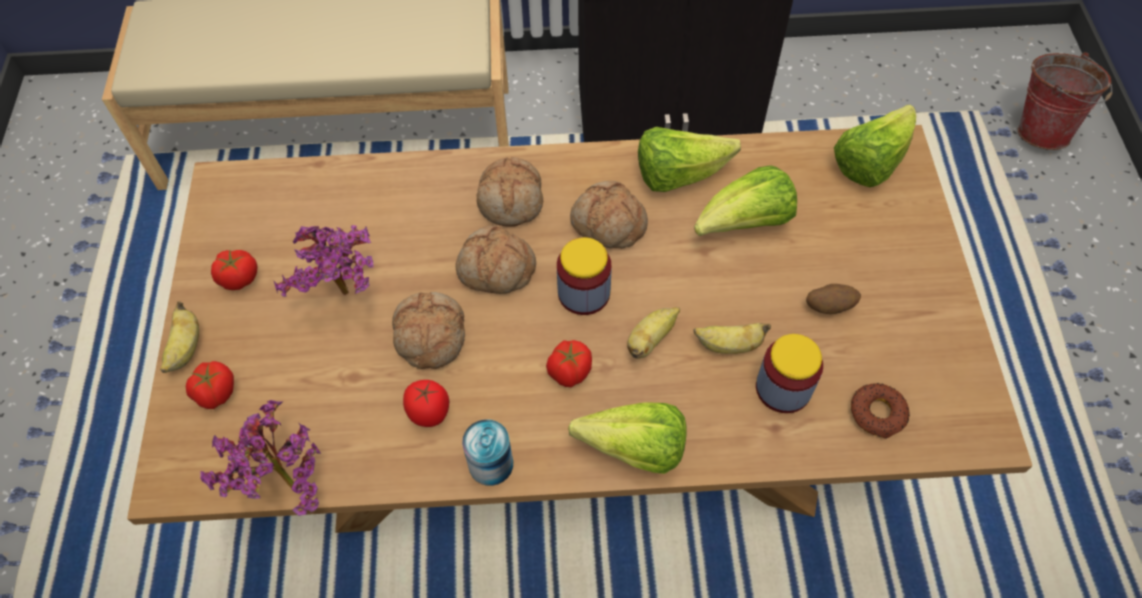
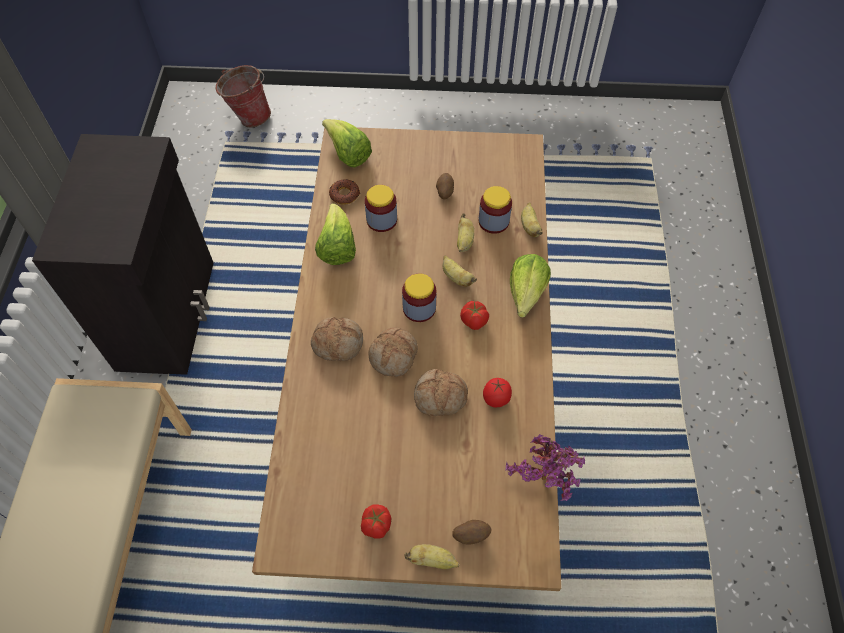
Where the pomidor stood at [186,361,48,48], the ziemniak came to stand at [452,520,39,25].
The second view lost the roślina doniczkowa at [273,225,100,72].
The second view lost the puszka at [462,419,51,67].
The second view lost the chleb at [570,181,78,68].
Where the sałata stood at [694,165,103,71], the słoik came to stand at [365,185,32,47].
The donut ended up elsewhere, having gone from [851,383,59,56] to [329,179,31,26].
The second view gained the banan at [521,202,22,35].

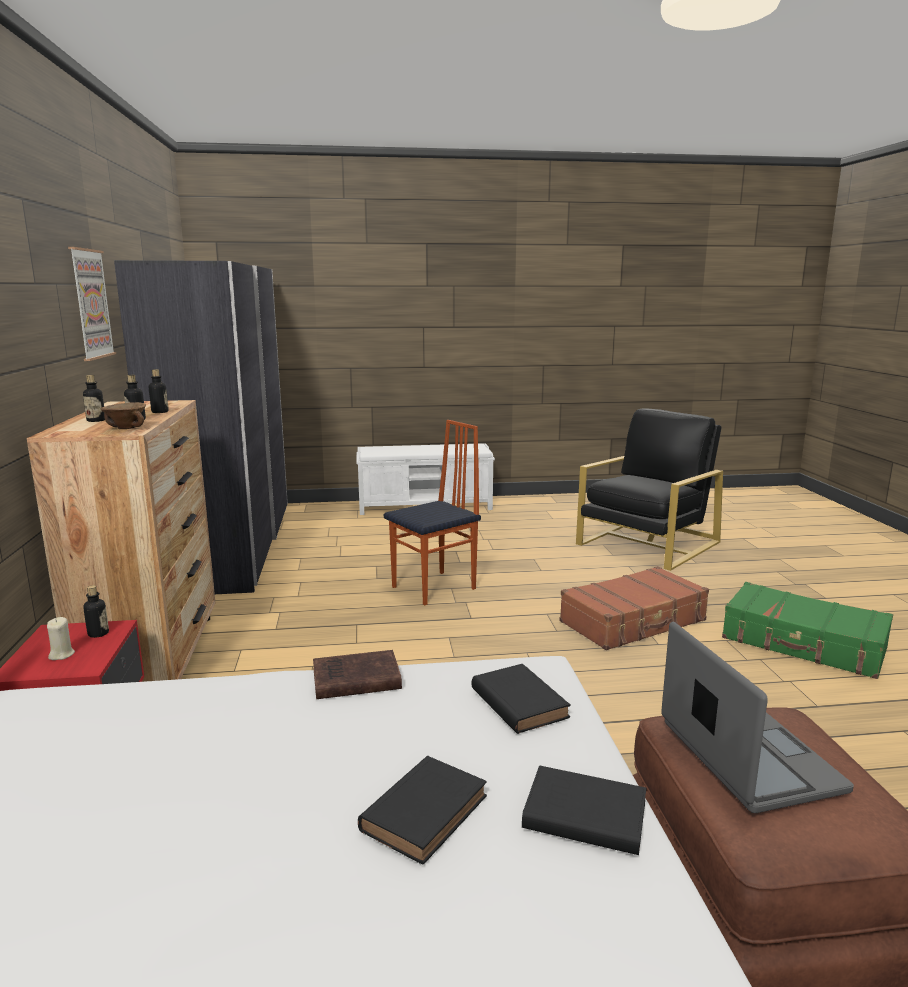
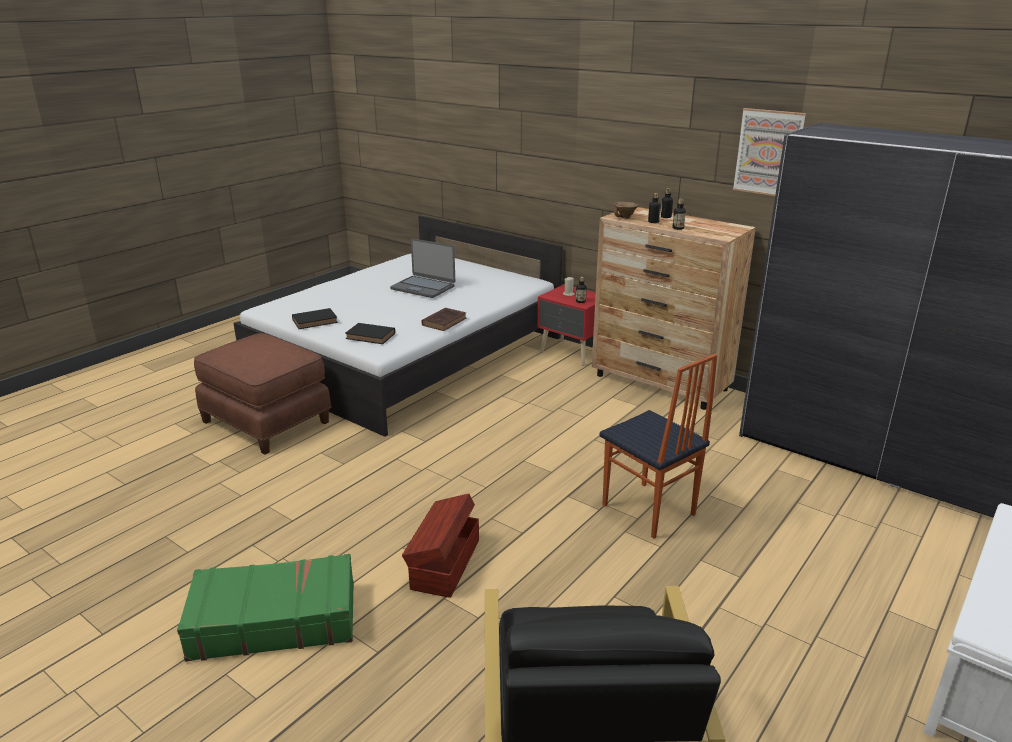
The second view lost the książka/czarny at [358,756,129,109].
The krzesło at [384,420,97,185] ended up facing another way, 45 degrees counterclockwise from before.
Where the walizka/brązowy stood at [559,566,150,84], the pojemnik do przechowywania/brązowy came to stand at [402,494,77,104].
The laptop ended up elsewhere, having gone from [661,622,193,191] to [390,238,65,60].

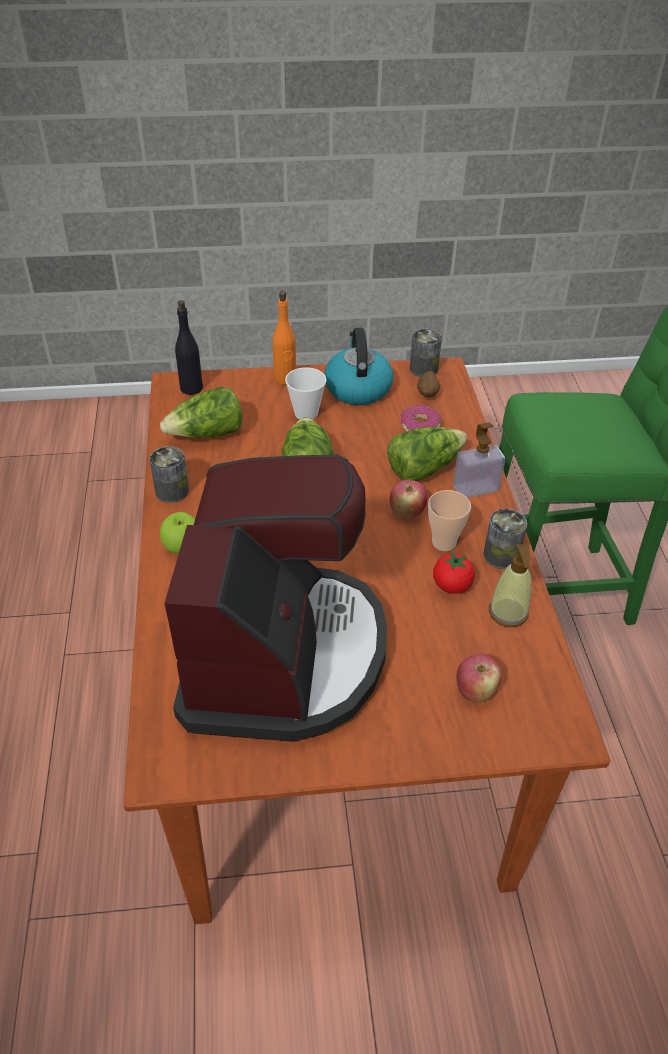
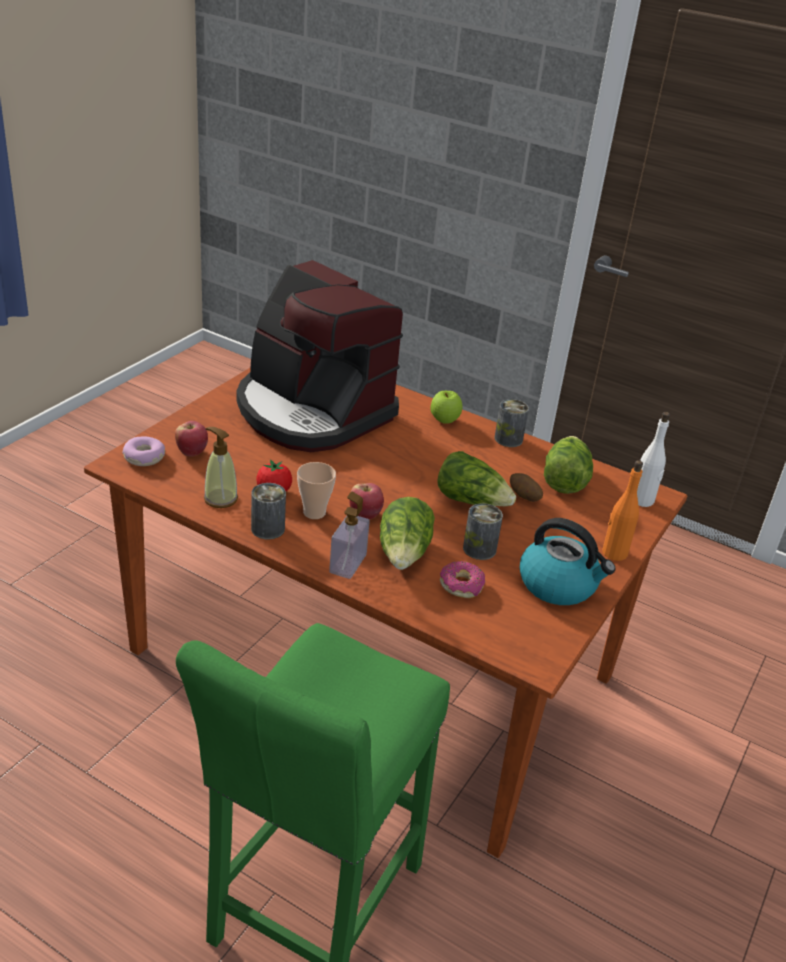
What was the butelka/czarny at [175,300,28,95] turned into the butelka/biały at [637,412,33,95].
The second view lost the filiżanka at [285,367,41,53].
The puszka ended up elsewhere, having gone from [410,328,32,49] to [463,503,40,57].
The ziemniak ended up elsewhere, having gone from [417,371,23,26] to [510,473,33,29].
The second view gained the donut at [122,437,43,29].

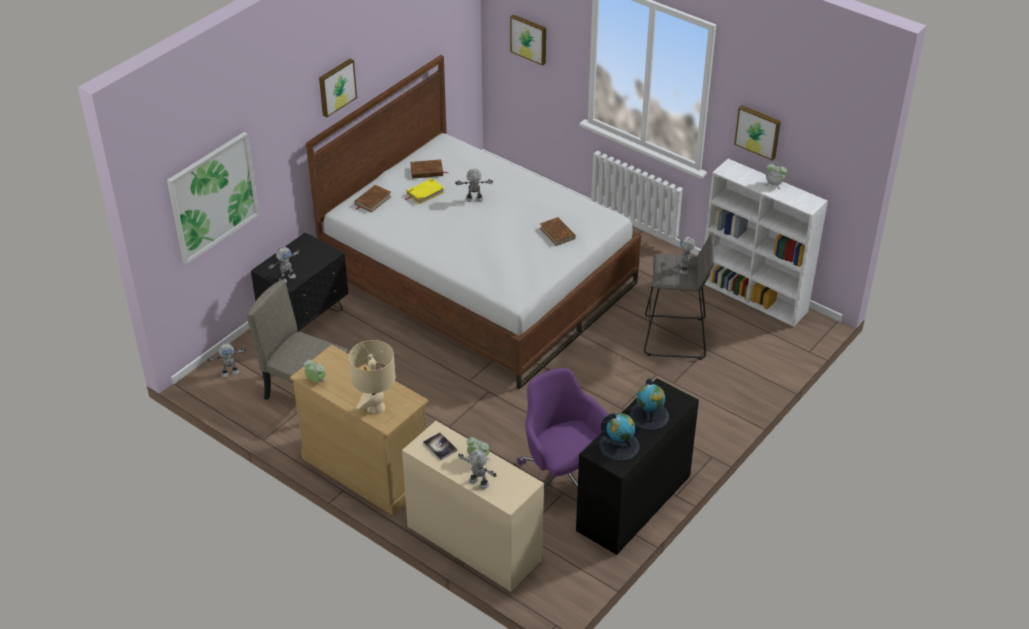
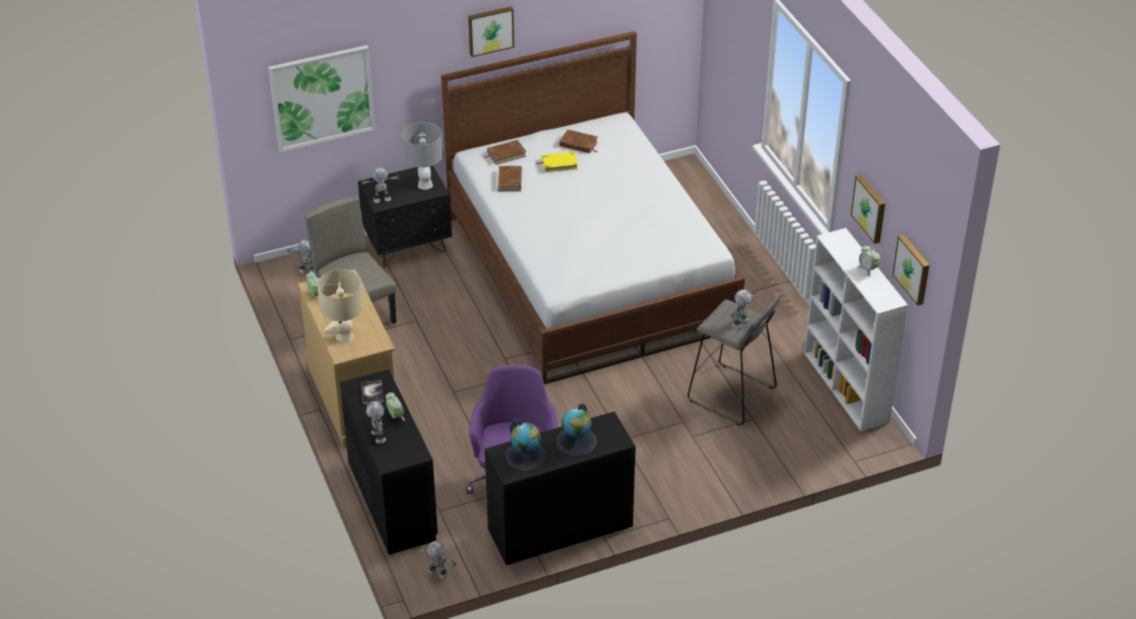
What was the biurko/beżowy at [402,421,142,171] turned into the biurko/czarny at [340,369,98,186].
The robot zabawkowy ended up elsewhere, having gone from [455,169,38,33] to [415,541,42,38].
The obraz ended up elsewhere, having gone from [510,14,36,52] to [892,234,37,72].
The książka/brązowy ended up elsewhere, having gone from [540,217,36,29] to [498,166,24,25].
The second view gained the lampa stołowa/szary at [403,122,40,68].

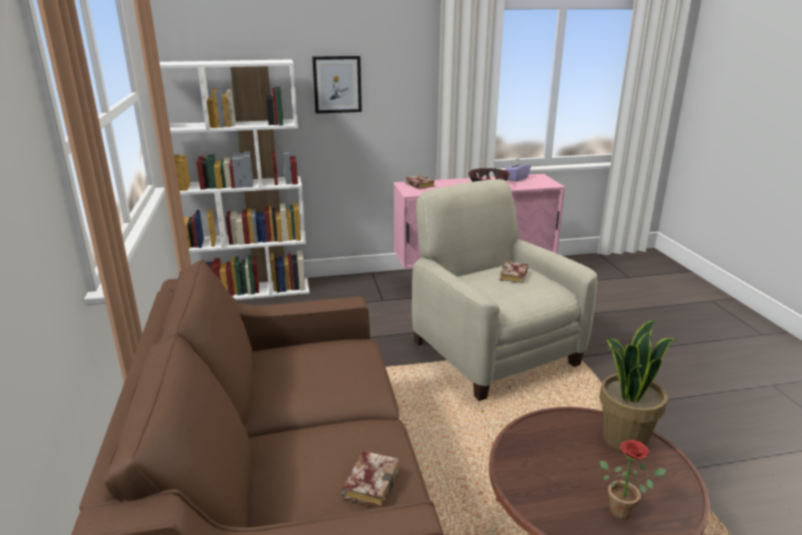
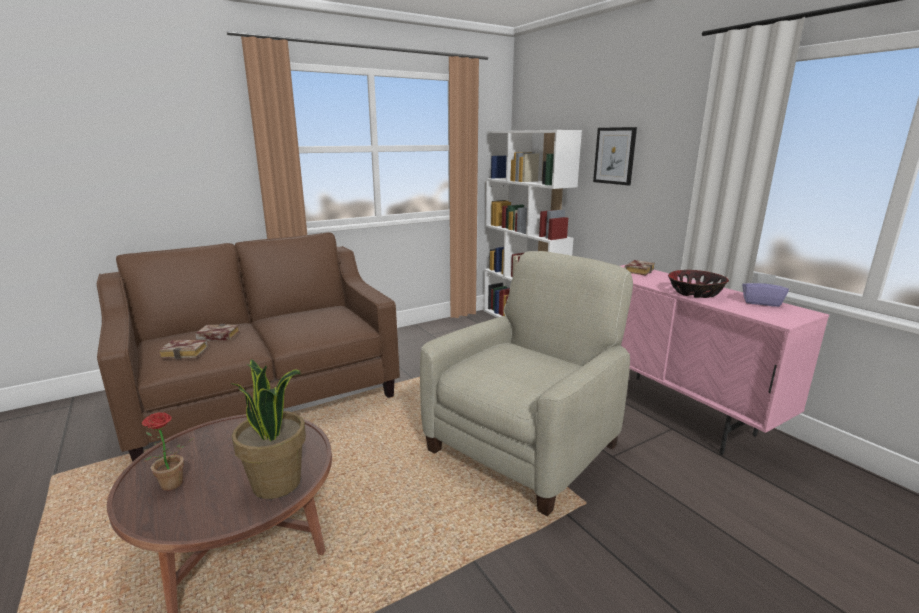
The książka ended up elsewhere, having gone from [500,261,28,22] to [195,324,45,17].

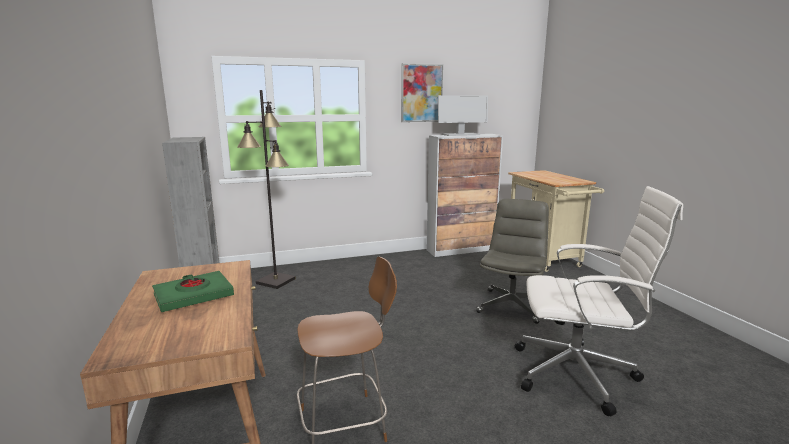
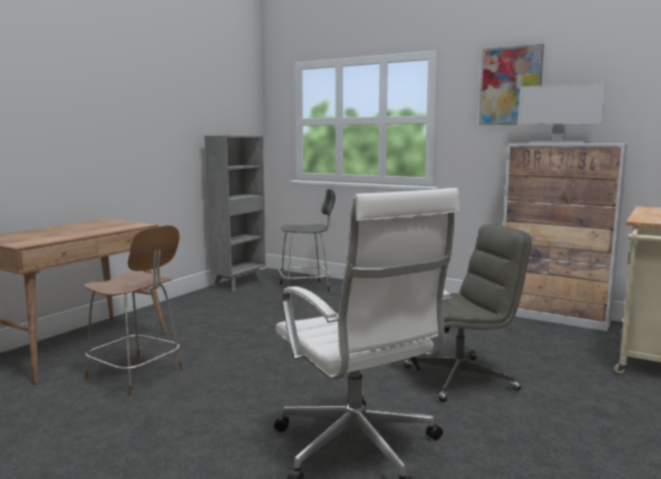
The second view lost the książka/zielony at [152,271,82,41].
Where the lampa stojąca/czarny stood at [237,90,59,199], the krzesło/czarny came to stand at [279,189,56,103].

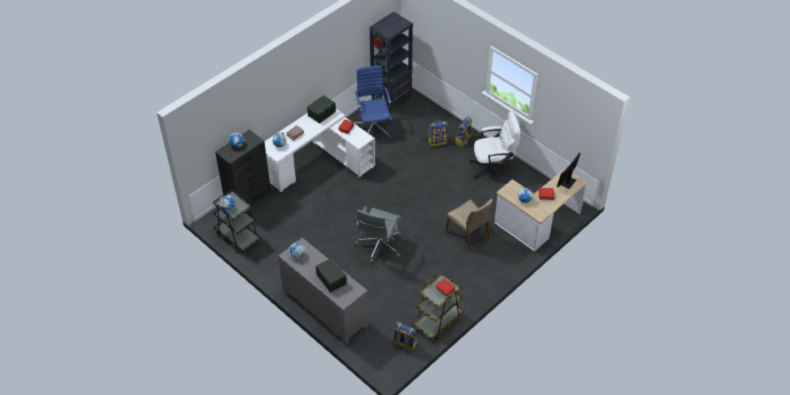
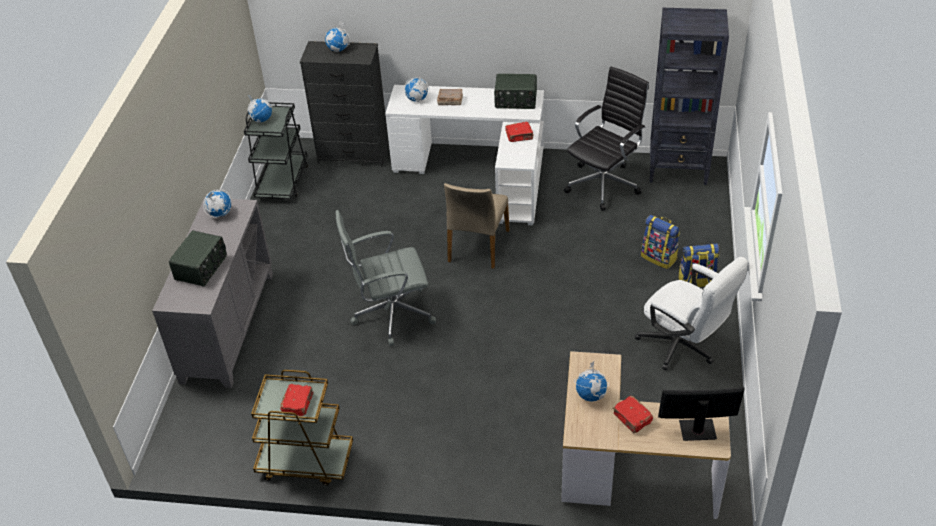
What was the krzesło biurowe/niebieski at [354,66,40,74] turned into the krzesło biurowe/czarny at [564,67,85,144].
The second view lost the plecak at [394,322,23,29].
The krzesło/beżowy ended up elsewhere, having gone from [446,199,47,52] to [444,183,65,86].

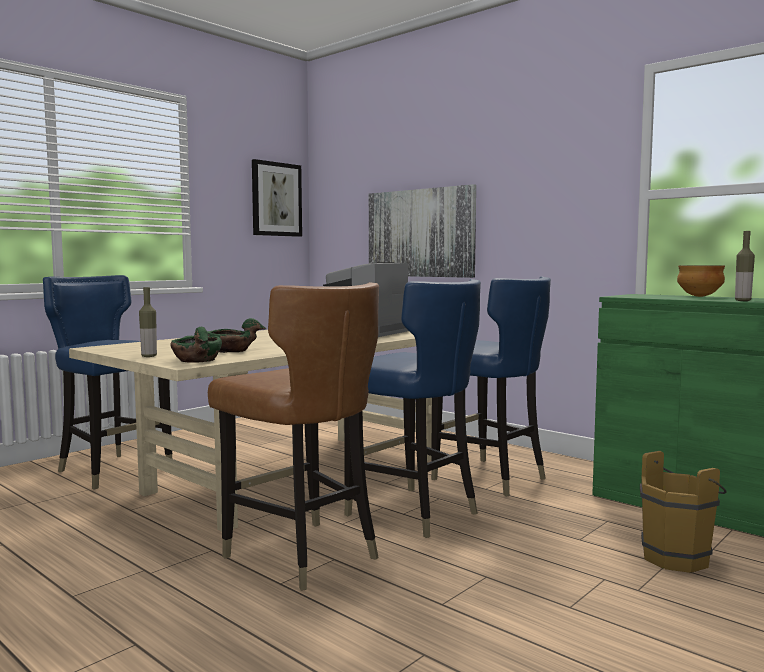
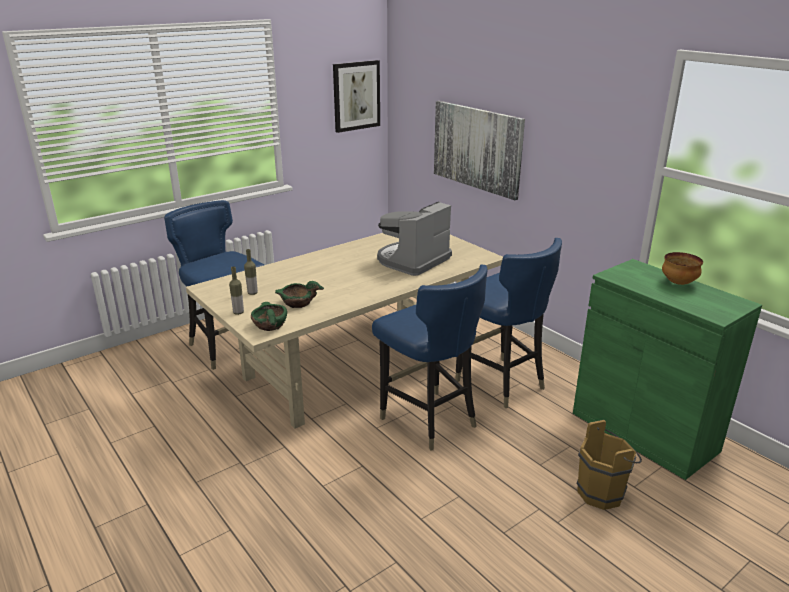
The second view lost the krzesło/brązowy at [208,282,171,309].
The butelka ended up elsewhere, having gone from [735,231,20,70] to [244,249,14,46].

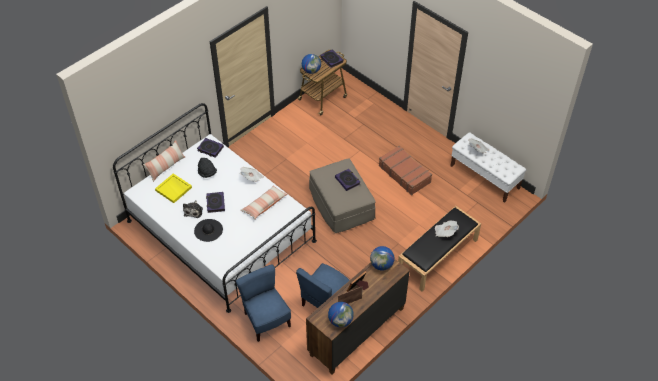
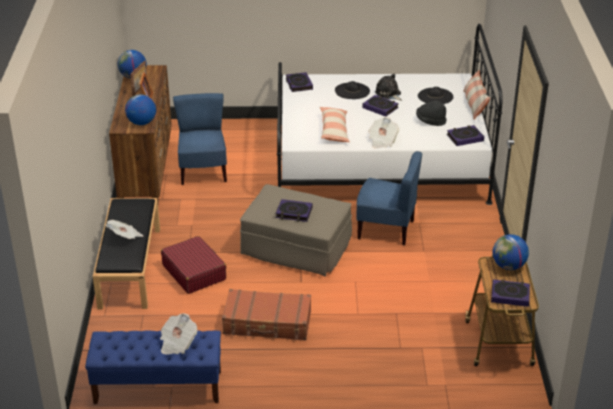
Where the taca/żółty stood at [155,174,37,29], the kapelusz/czarny came to stand at [418,87,35,17].
The krzesło/niebieski ended up elsewhere, having gone from [236,264,55,78] to [356,151,66,94].
What was the ławka/biały at [451,132,76,71] turned into the ławka/niebieski at [85,330,136,74].
The second view gained the walizka/czerwony at [161,236,65,58].
The second view gained the książka at [286,72,27,20].

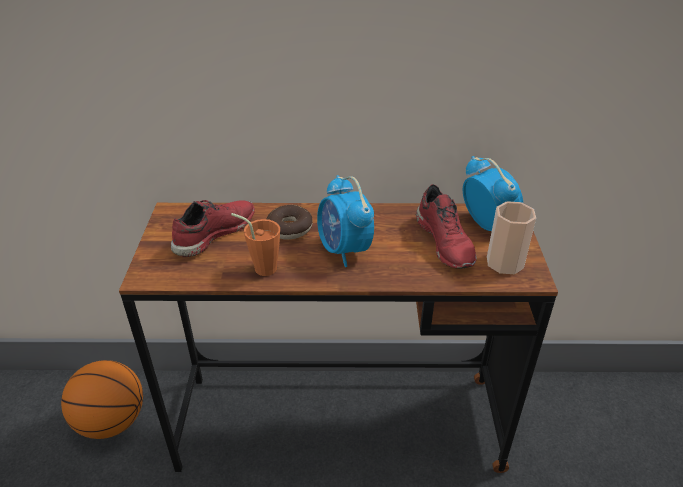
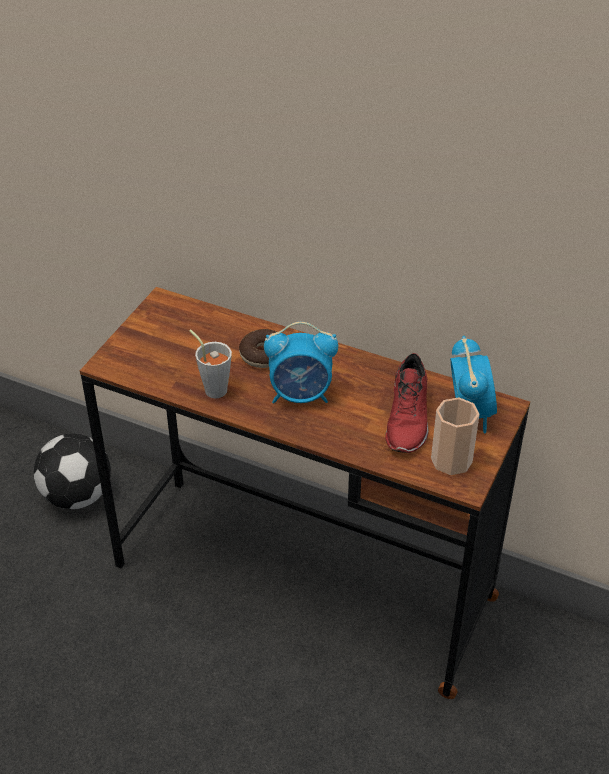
Where the piłka do koszykówki stood at [61,360,82,79], the piłka futbolowa came to stand at [33,434,78,75].
The second view lost the but/czerwony at [171,200,84,57].
What was the filiżanka/pomarańczowy at [231,213,49,63] turned into the filiżanka/szary at [189,330,43,69].
The budzik at [317,175,57,92] ended up facing another way, 90 degrees counterclockwise from before.

